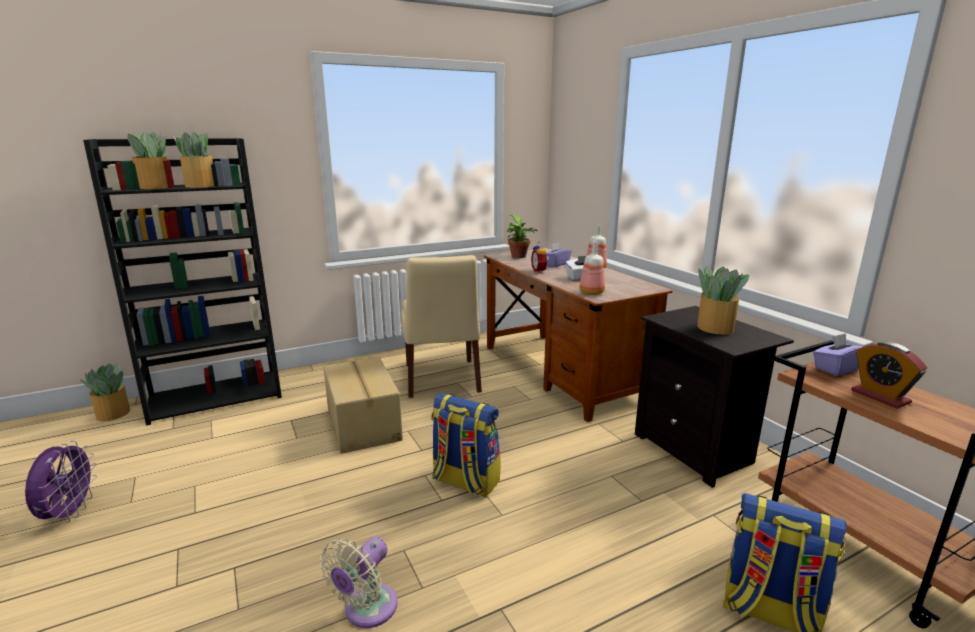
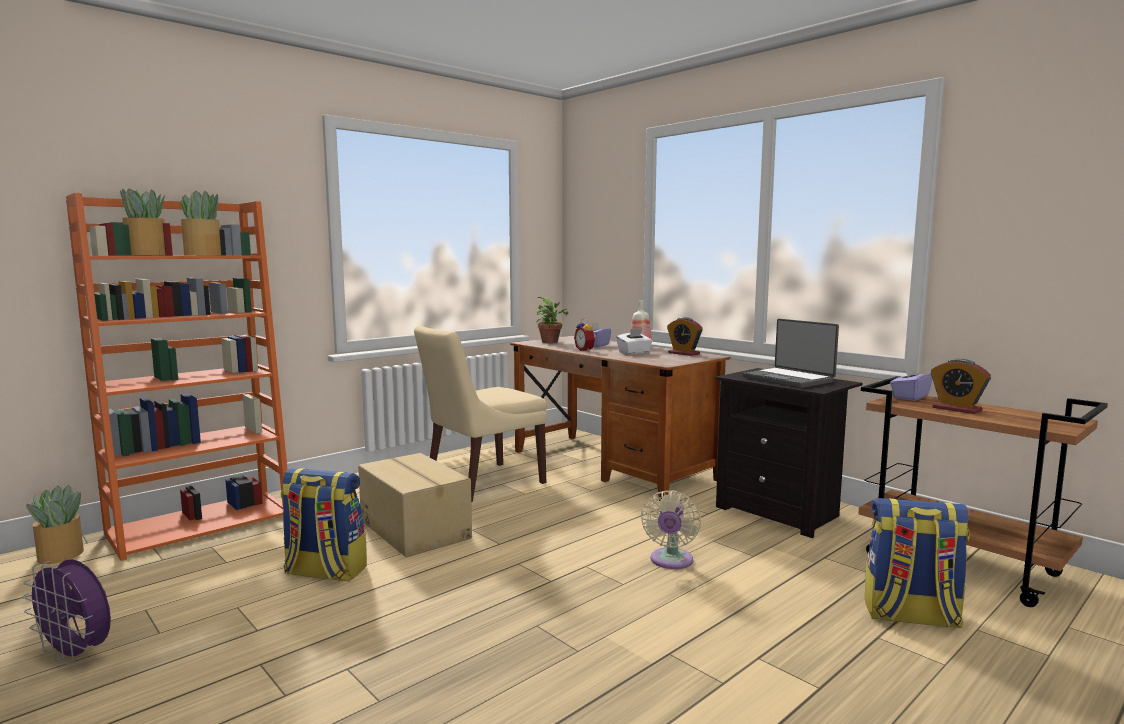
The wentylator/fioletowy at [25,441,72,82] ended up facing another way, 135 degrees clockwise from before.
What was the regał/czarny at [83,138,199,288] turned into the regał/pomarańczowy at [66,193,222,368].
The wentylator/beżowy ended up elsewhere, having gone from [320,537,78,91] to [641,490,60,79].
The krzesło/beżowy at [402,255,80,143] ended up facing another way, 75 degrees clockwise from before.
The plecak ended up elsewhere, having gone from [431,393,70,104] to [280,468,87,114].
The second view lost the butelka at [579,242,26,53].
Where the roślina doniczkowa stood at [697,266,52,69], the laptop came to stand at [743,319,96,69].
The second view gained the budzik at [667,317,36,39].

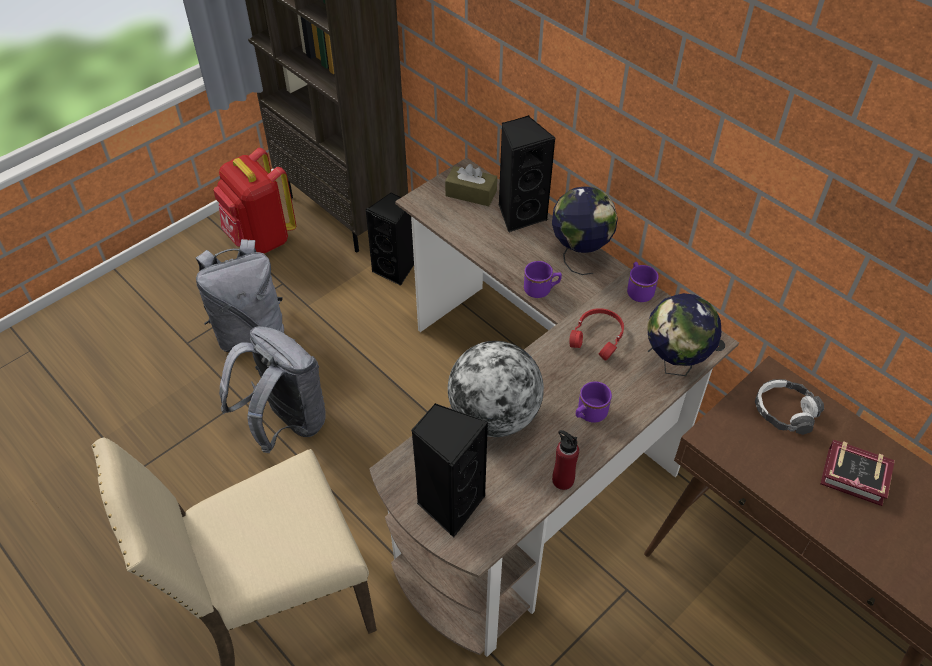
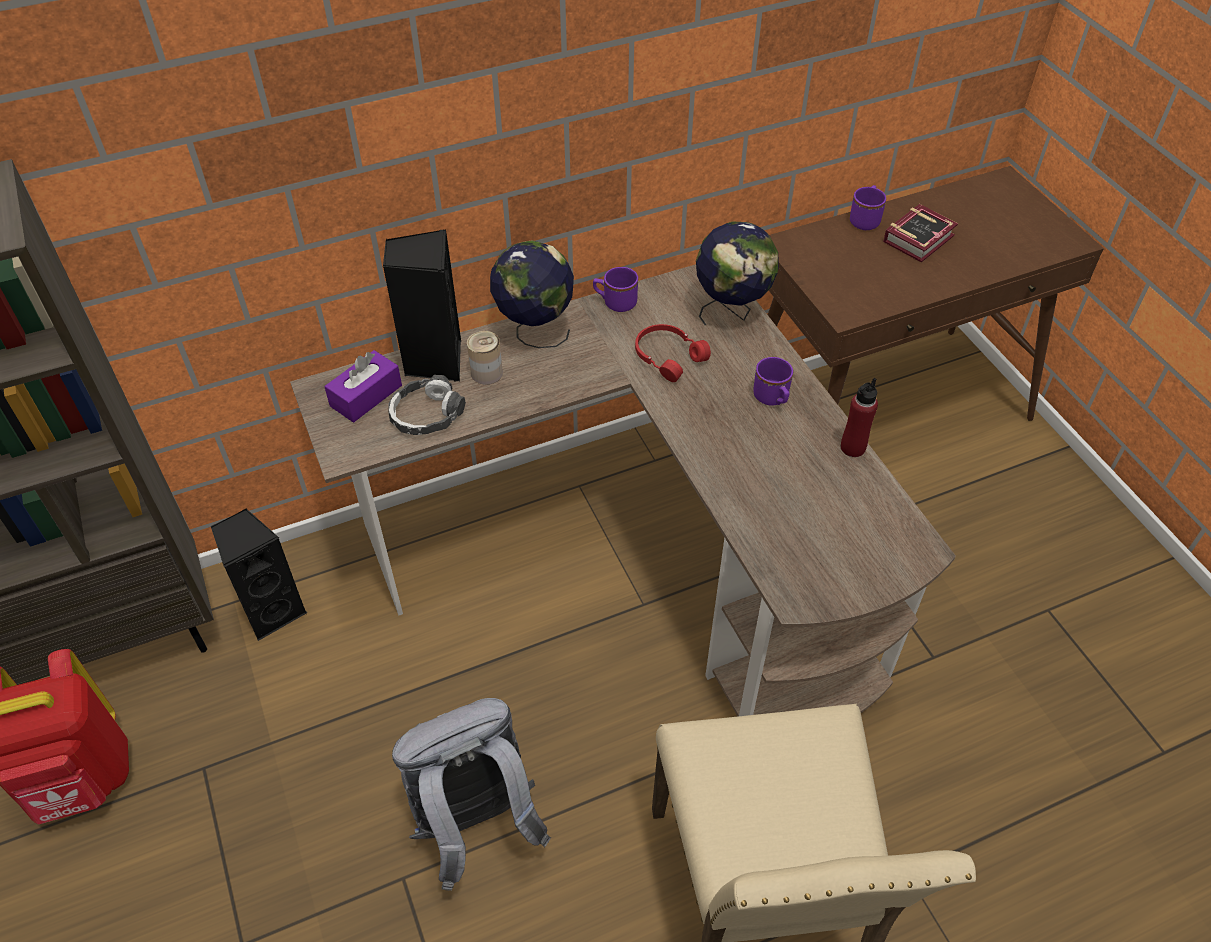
The second view lost the plecak/szary at [196,239,88,113].
The second view lost the głośnik/czarny at [411,403,77,135].
What was the pudełko chusteczek/brązowy at [445,164,52,42] turned into the pudełko chusteczek/fioletowy at [324,350,78,72].
The second view lost the globus at [448,341,96,96].
The kubek/fioletowy ended up elsewhere, having gone from [524,261,38,37] to [850,185,36,45].
The słuchawki ended up elsewhere, having gone from [755,379,69,56] to [388,375,78,60].
The second view gained the puszka at [467,331,36,54].

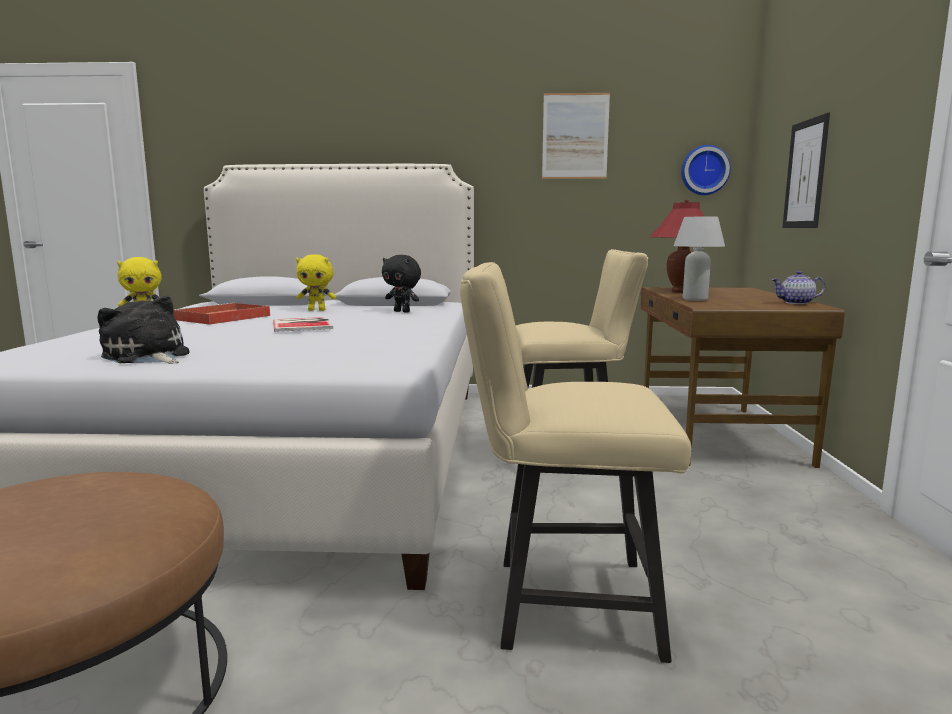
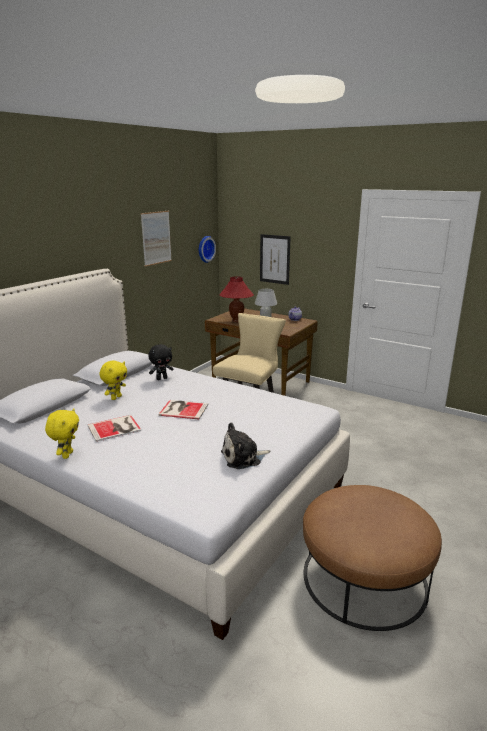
Where the taca/czerwony stood at [173,303,97,22], the książka came to stand at [88,415,53,27].
The second view lost the krzesło/beżowy at [460,262,231,401].

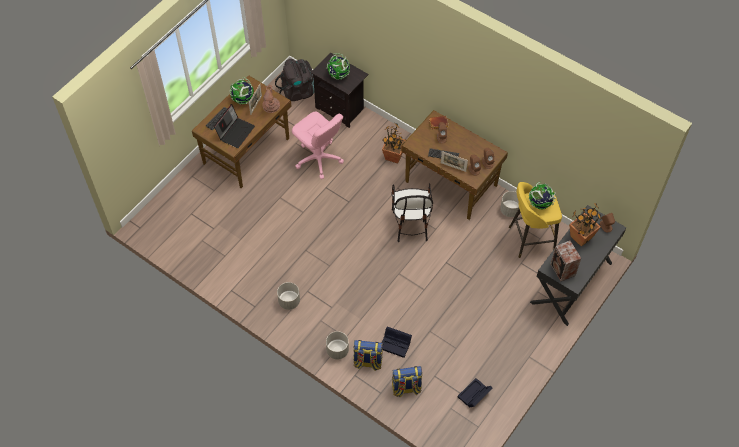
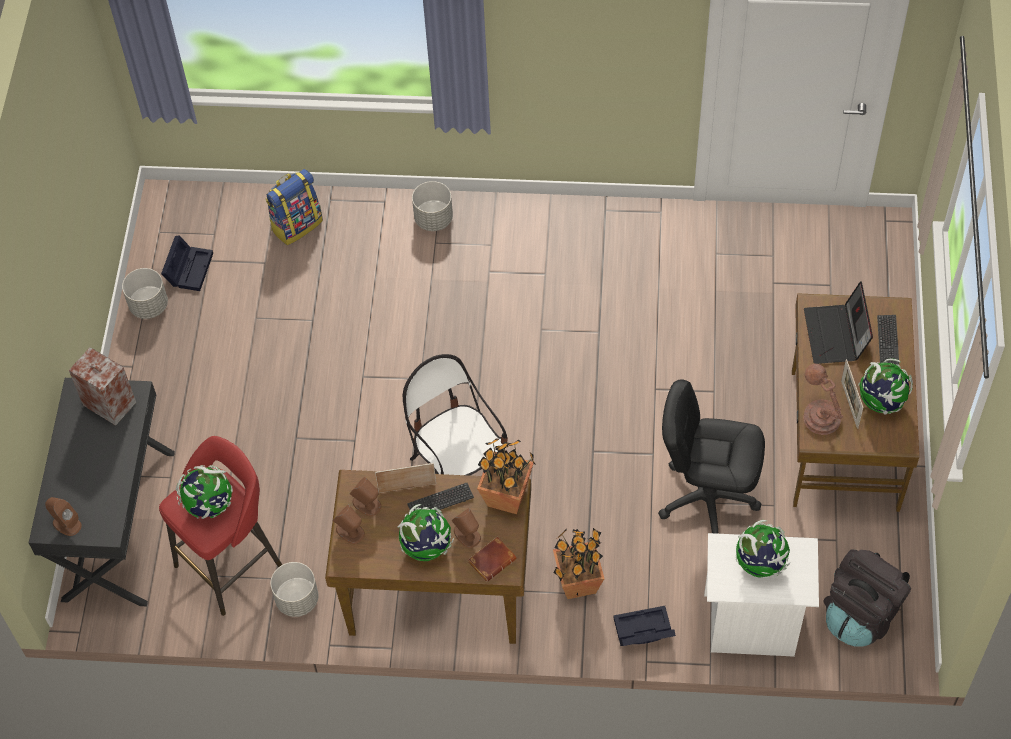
The donica/szary ended up elsewhere, having gone from [277,282,23,28] to [122,268,46,51].
What was the krzesło biurowe/różowy at [292,111,52,68] turned into the krzesło biurowe/czarny at [658,380,107,154].
What was the szafka nocna/czarny at [311,53,57,75] turned into the szafka nocna/biały at [704,533,115,124].
The second view lost the plecak at [353,340,30,31].
The pojemnik do przechowywania/czarny ended up elsewhere, having gone from [382,326,30,32] to [614,606,62,40].
What was the stołek/żółty at [509,182,53,76] turned into the stołek/czerwony at [159,436,123,180].
The roślina doniczkowa ended up elsewhere, having gone from [569,203,32,44] to [477,438,59,76].
The second view gained the globus at [397,504,57,57].

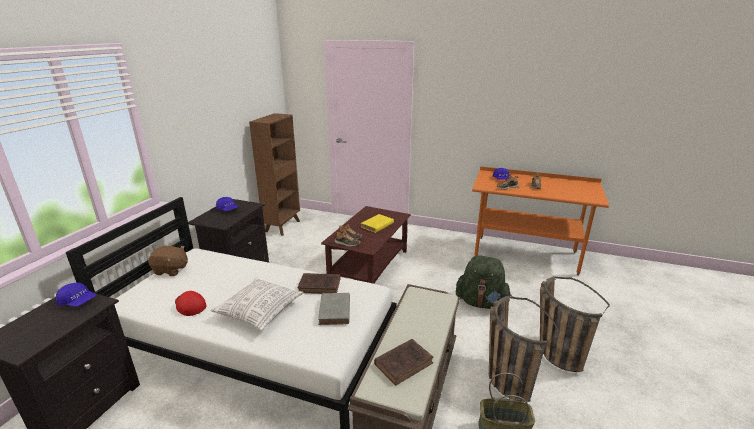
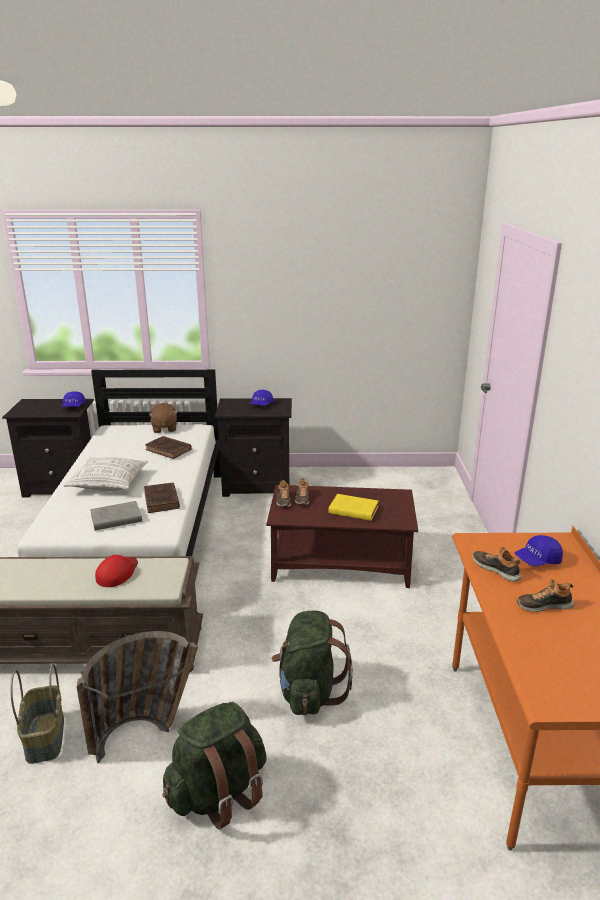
The czapka z daszkiem/czerwony ended up elsewhere, having gone from [175,291,31,25] to [95,555,43,32].
The second view lost the regał/brązowy at [249,113,51,123].
The książka/brązowy ended up elsewhere, having gone from [374,339,60,47] to [145,436,47,23].
Where the koszyk stood at [540,276,70,96], the plecak/zielony came to stand at [162,702,105,128].

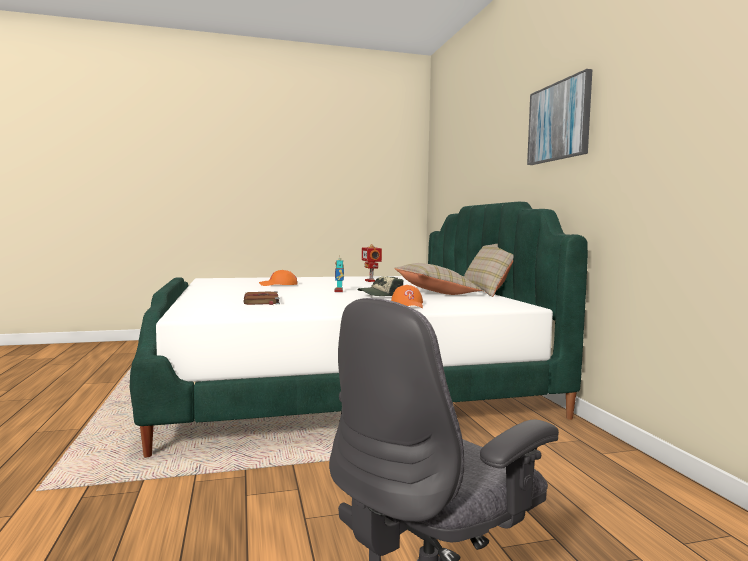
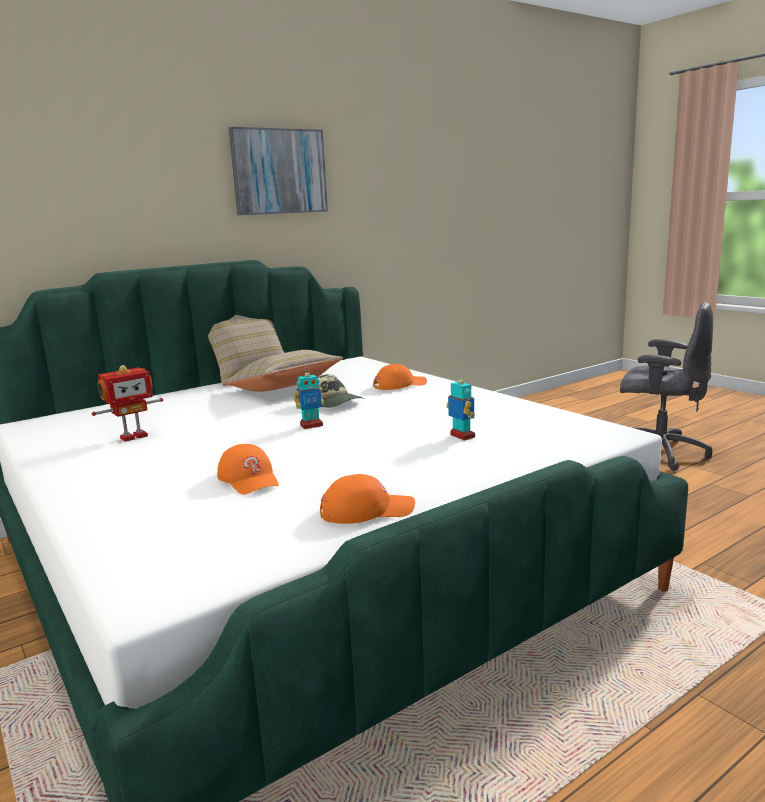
Where the książka/brązowy stood at [243,291,37,14], the robot zabawkowy came to stand at [446,373,29,67].
The second view gained the czapka z daszkiem/pomarańczowy at [320,474,95,50].

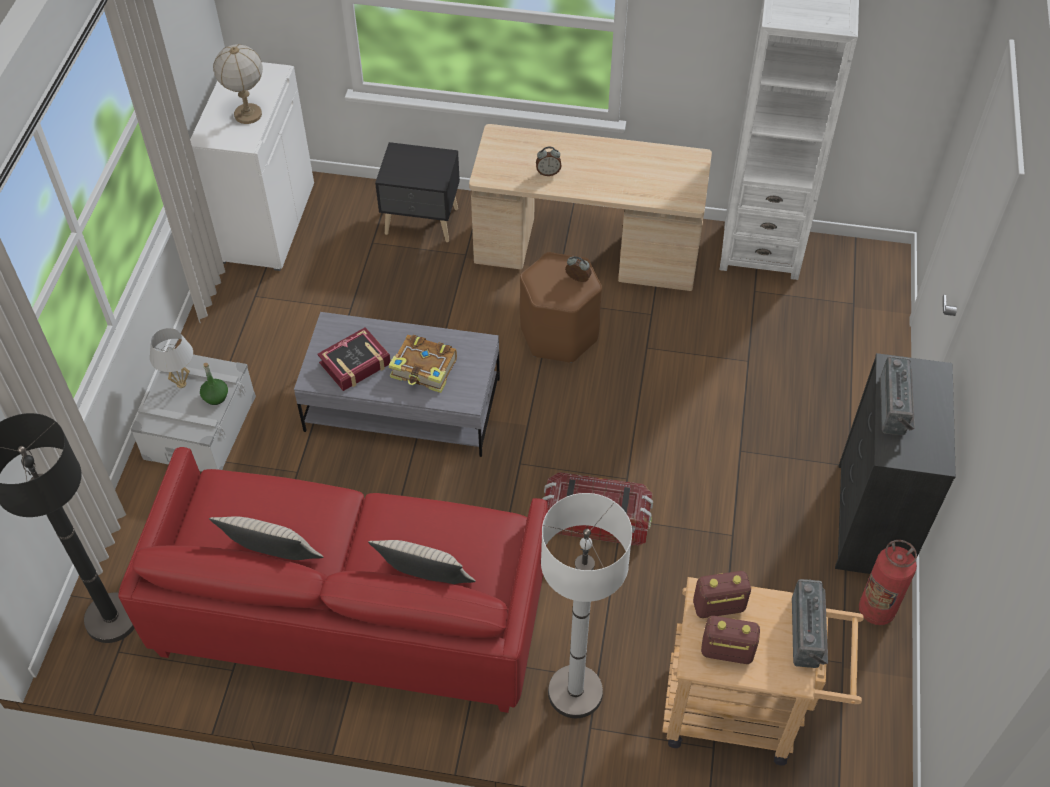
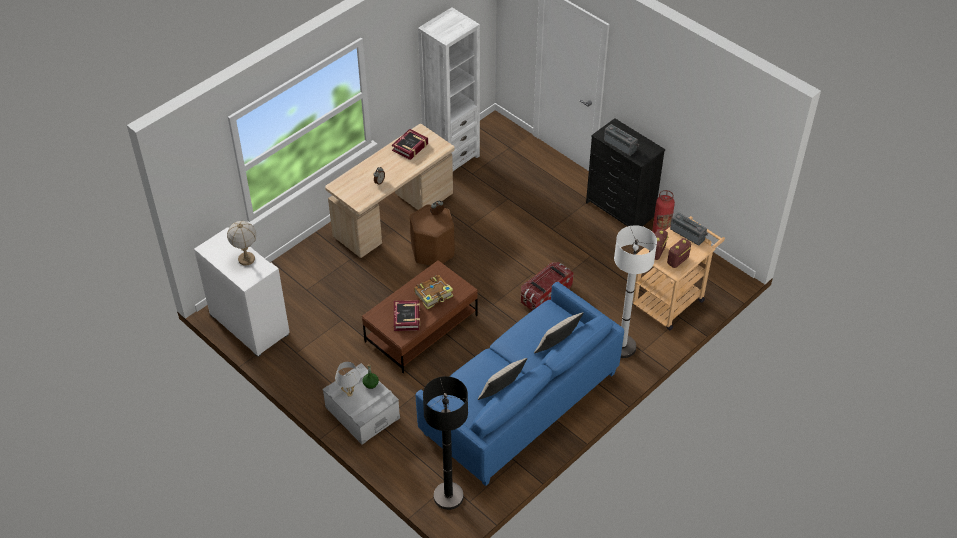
What was the kanapa/czerwony at [119,447,429,266] turned into the kanapa/niebieski at [416,282,208,204].
What was the ława/szary at [294,312,206,145] turned into the ława/brązowy at [362,260,116,113].
The second view lost the szafka nocna/czarny at [375,142,85,100].
The second view gained the książka at [392,129,36,31].

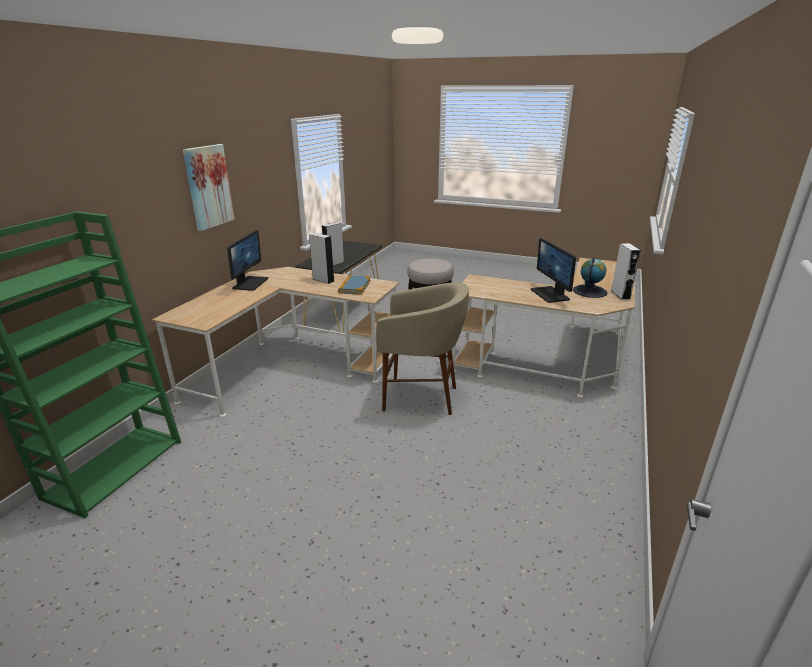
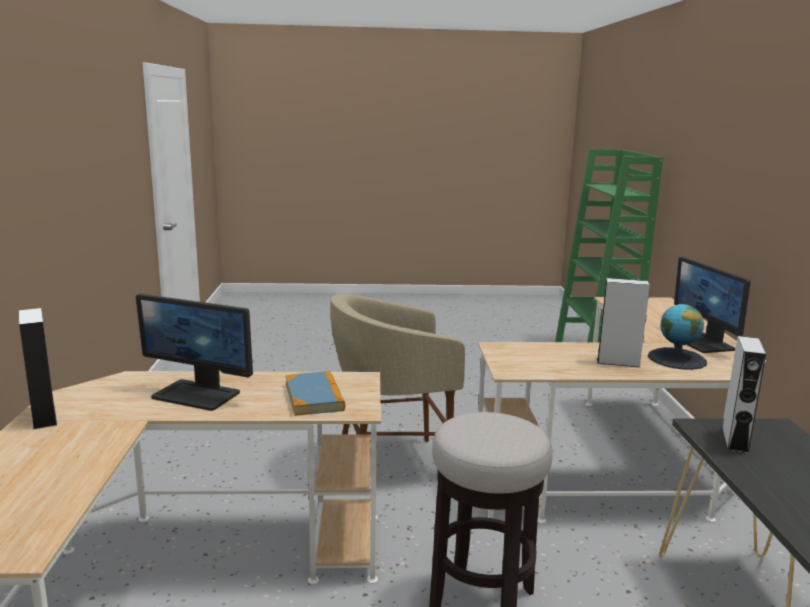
The second view lost the obraz at [183,144,52,87].
The książka ended up elsewhere, having gone from [338,275,33,20] to [285,371,60,45].
The monitor at [531,238,45,65] ended up facing another way, 150 degrees clockwise from before.
The globus ended up elsewhere, having gone from [573,258,35,40] to [648,297,59,73].

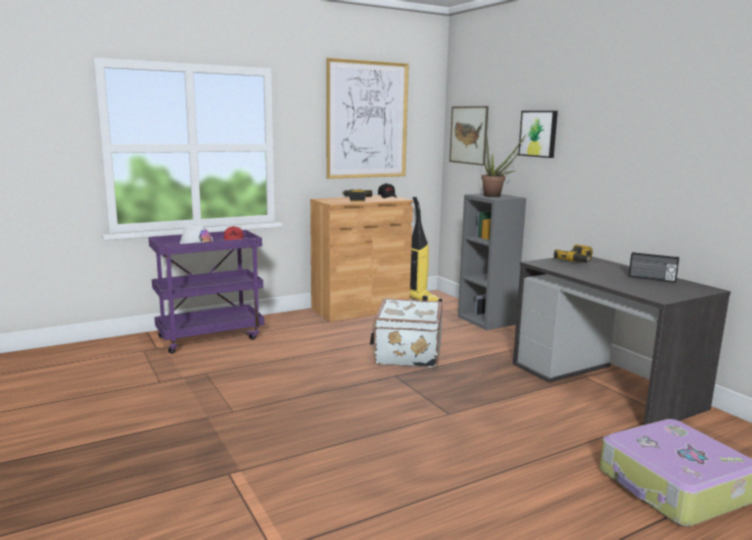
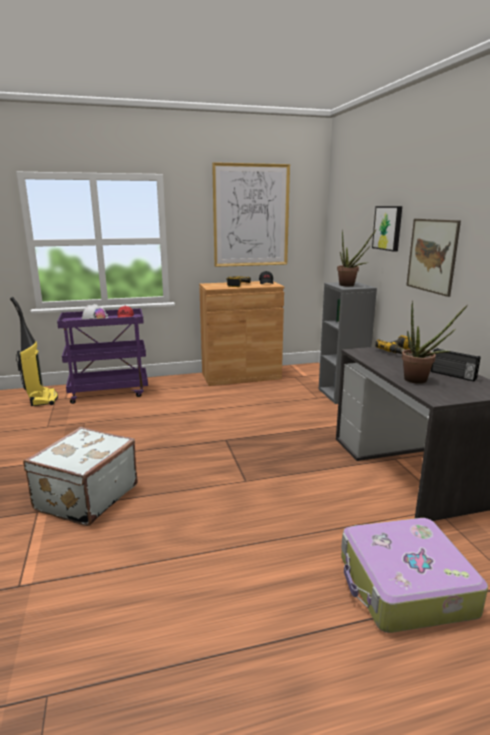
The walizka/biały ended up elsewhere, having gone from [370,298,72,71] to [23,427,115,99].
The odkurzacz ended up elsewhere, having gone from [410,196,32,106] to [10,297,48,109].
The obraz ended up elsewhere, having gone from [449,106,40,60] to [406,219,55,78].
The second view gained the roślina doniczkowa at [402,300,66,84].

